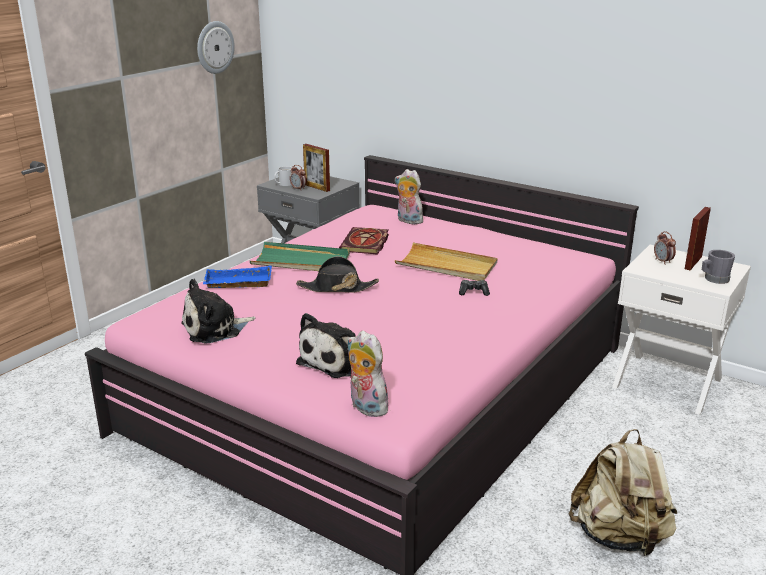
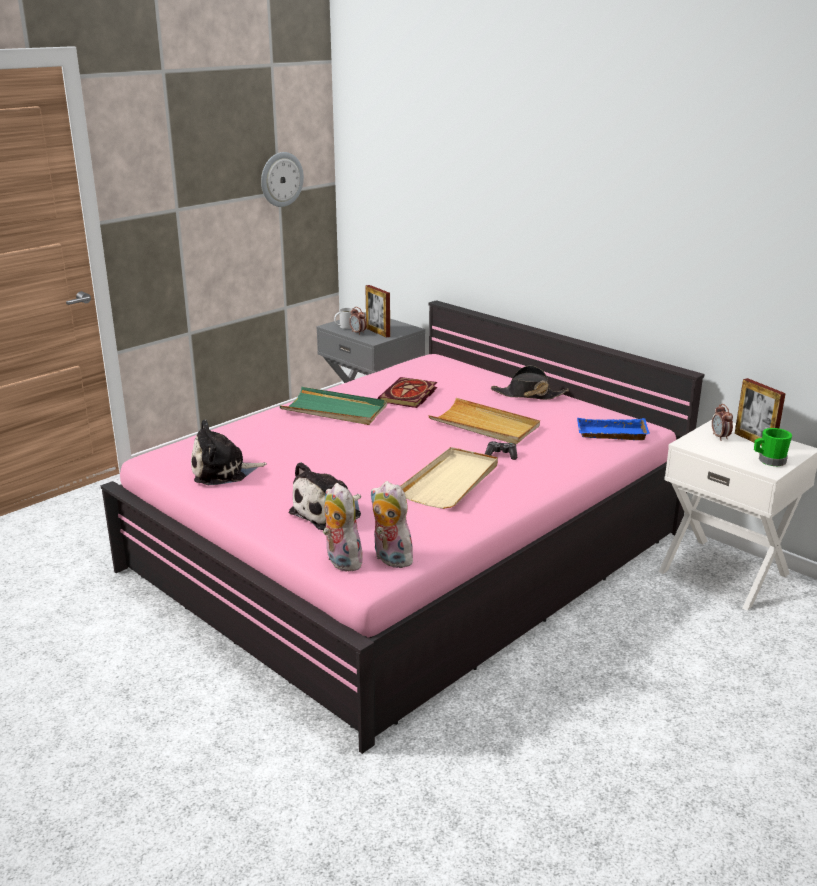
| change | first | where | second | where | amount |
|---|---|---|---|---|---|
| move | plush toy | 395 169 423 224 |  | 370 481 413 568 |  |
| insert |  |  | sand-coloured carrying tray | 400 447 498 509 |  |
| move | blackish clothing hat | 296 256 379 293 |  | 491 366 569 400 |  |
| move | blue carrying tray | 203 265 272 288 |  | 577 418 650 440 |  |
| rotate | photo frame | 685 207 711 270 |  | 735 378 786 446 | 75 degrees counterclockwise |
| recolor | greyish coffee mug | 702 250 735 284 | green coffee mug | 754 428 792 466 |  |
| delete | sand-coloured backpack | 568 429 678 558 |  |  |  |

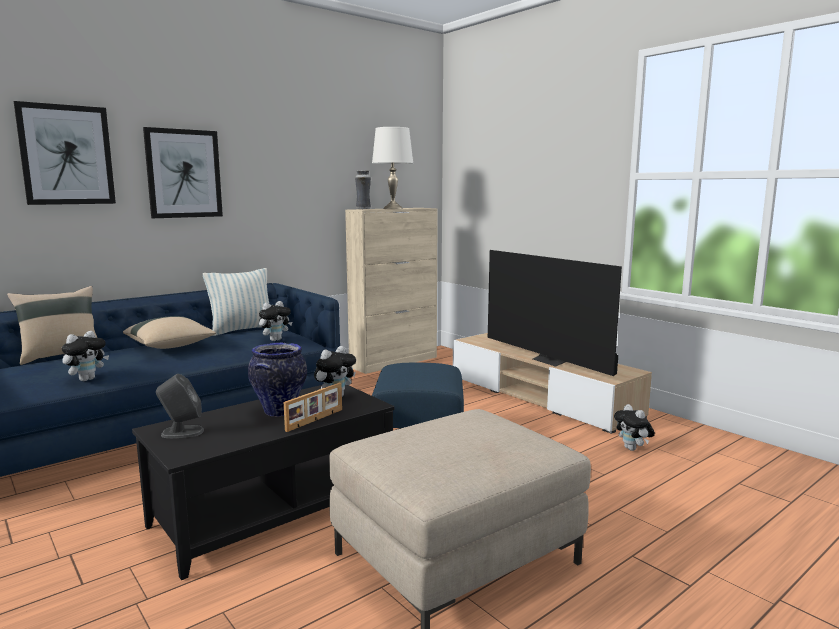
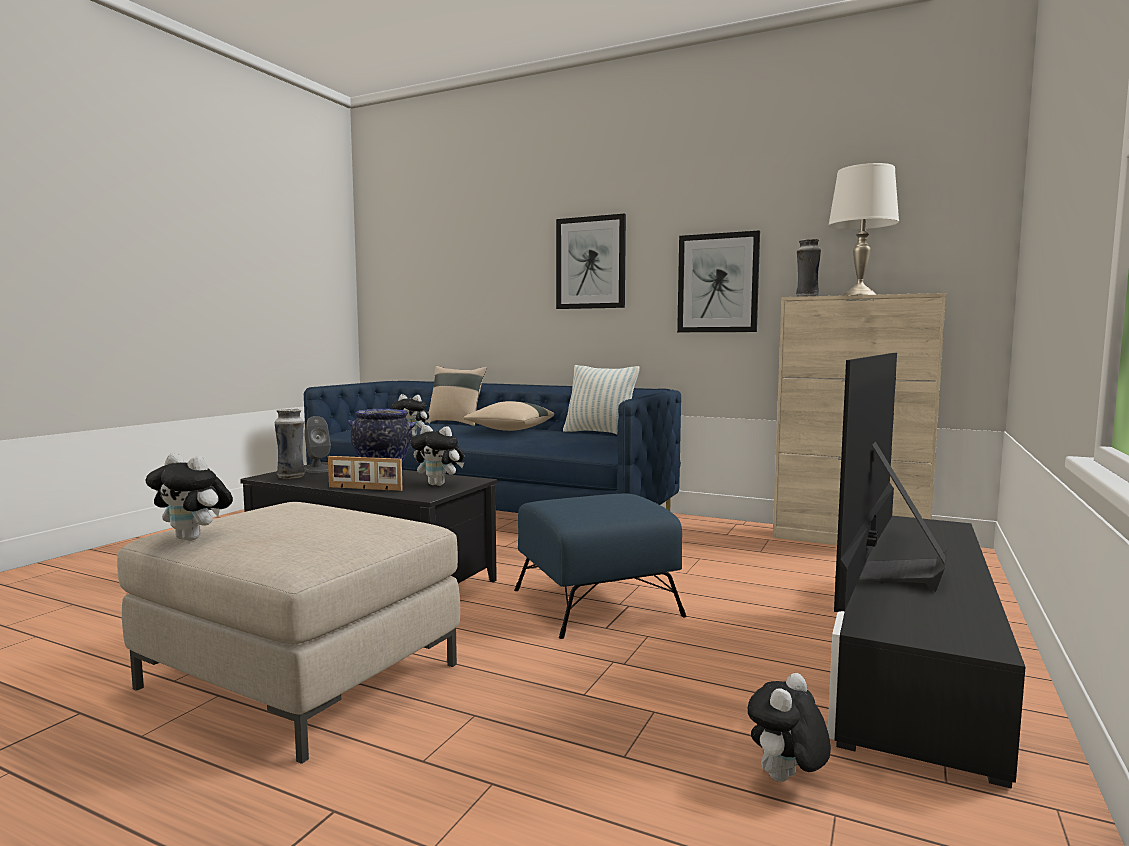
| change | first | where | second | where | amount |
|---|---|---|---|---|---|
| move | plush toy | 259 301 292 341 |  | 146 453 233 541 |  |
| insert |  |  | flower vase | 275 409 305 479 |  |
| move | wall art | 14 101 116 205 |  | 677 231 760 332 |  |
| recolor | sand-coloured media console | 453 333 652 434 | blackish media console | 828 516 1025 789 |  |

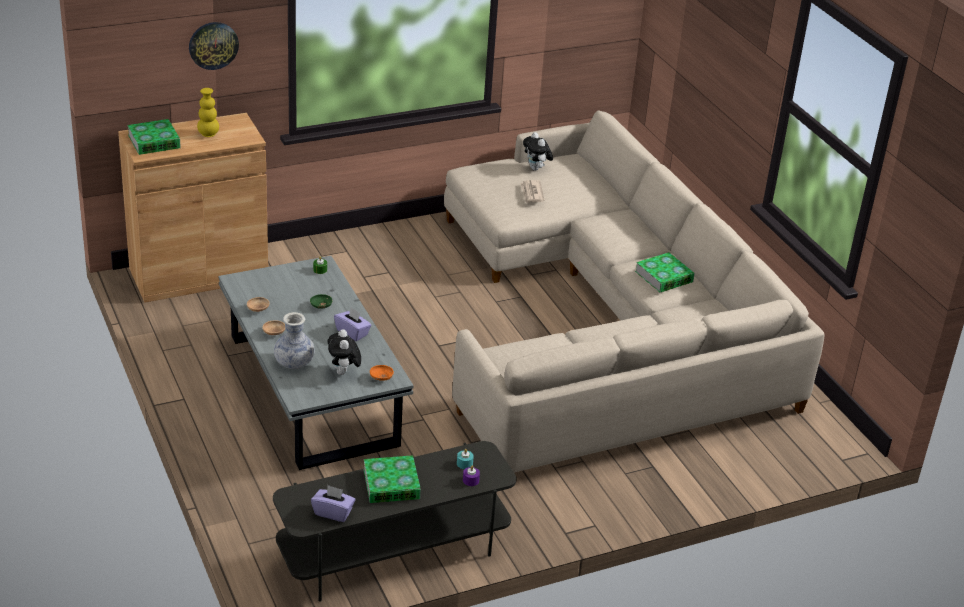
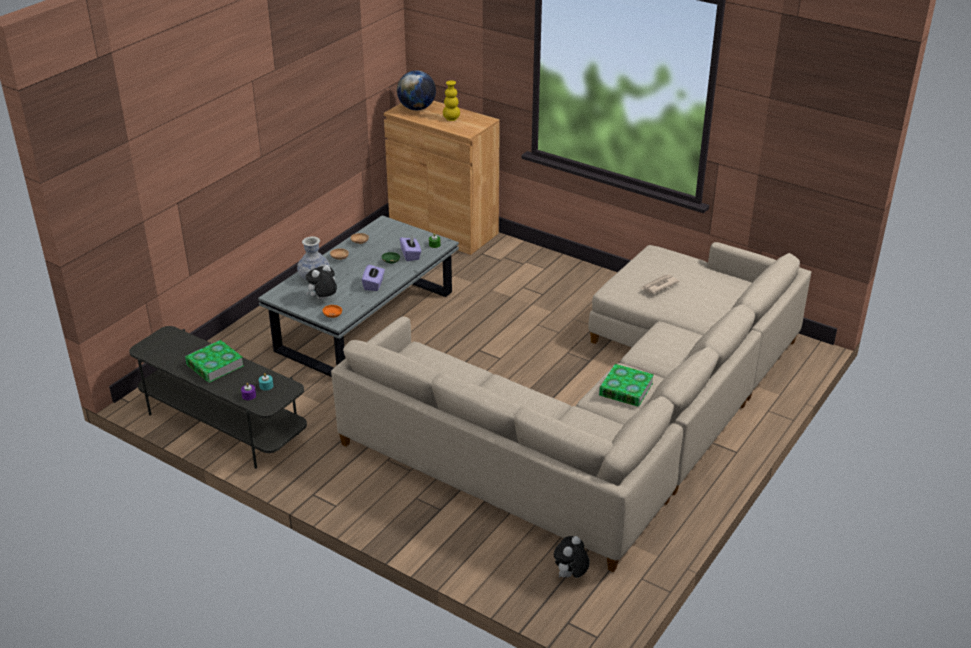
| change | first | where | second | where | amount |
|---|---|---|---|---|---|
| replace | bound book | 127 119 181 155 | globe | 397 70 436 110 |  |
| move | purple-coloured box of tissues | 311 485 355 522 |  | 400 236 421 261 |  |
| move | plush toy | 523 132 553 171 |  | 554 536 590 578 |  |
| delete | hanging clock | 189 22 239 70 |  |  |  |

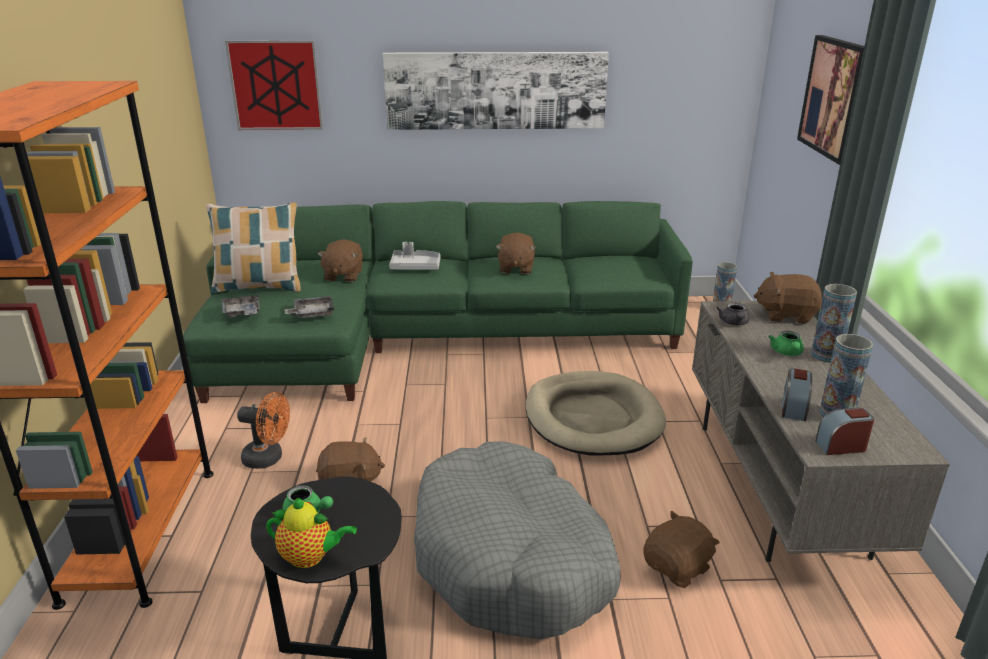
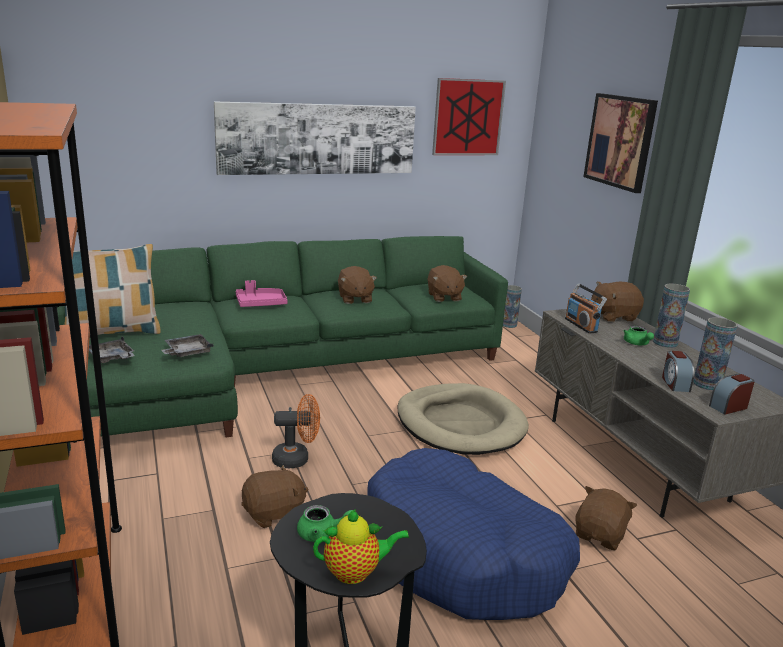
| change | first | where | second | where | amount |
|---|---|---|---|---|---|
| recolor | greyish carrying tray | 389 242 440 270 | pink-coloured carrying tray | 236 280 287 307 |  |
| move | orange electric fan | 237 392 290 469 |  | 272 394 320 468 |  |
| recolor | greyish dog cushion | 414 441 621 639 | blue dog cushion | 367 448 580 620 |  |
| move | brown-coloured plush toy | 317 239 363 282 |  | 428 265 467 302 |  |
| move | wall art | 225 40 323 130 |  | 432 78 506 155 |  |
| replace | greyish teapot | 716 303 749 326 | radio | 565 283 607 334 |  |

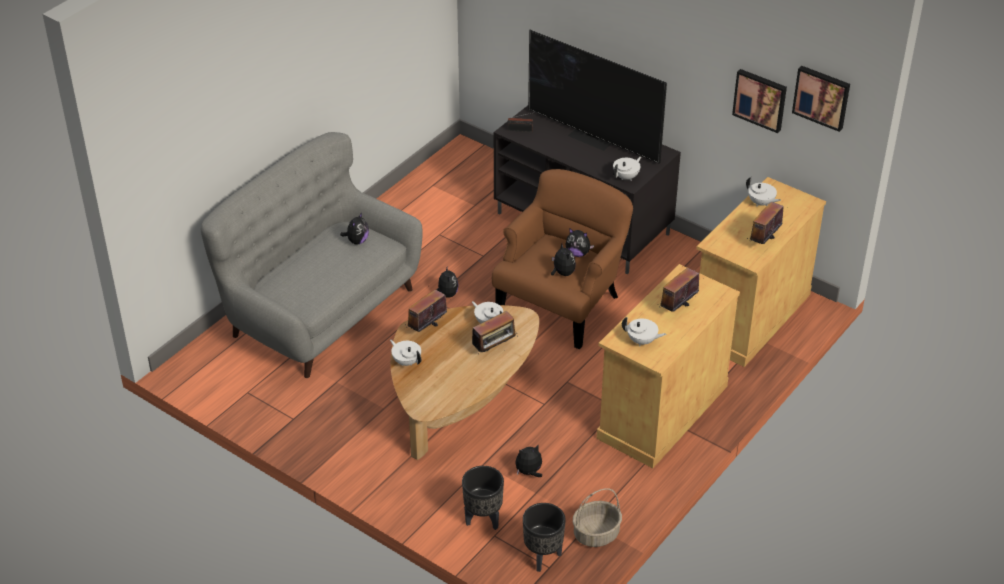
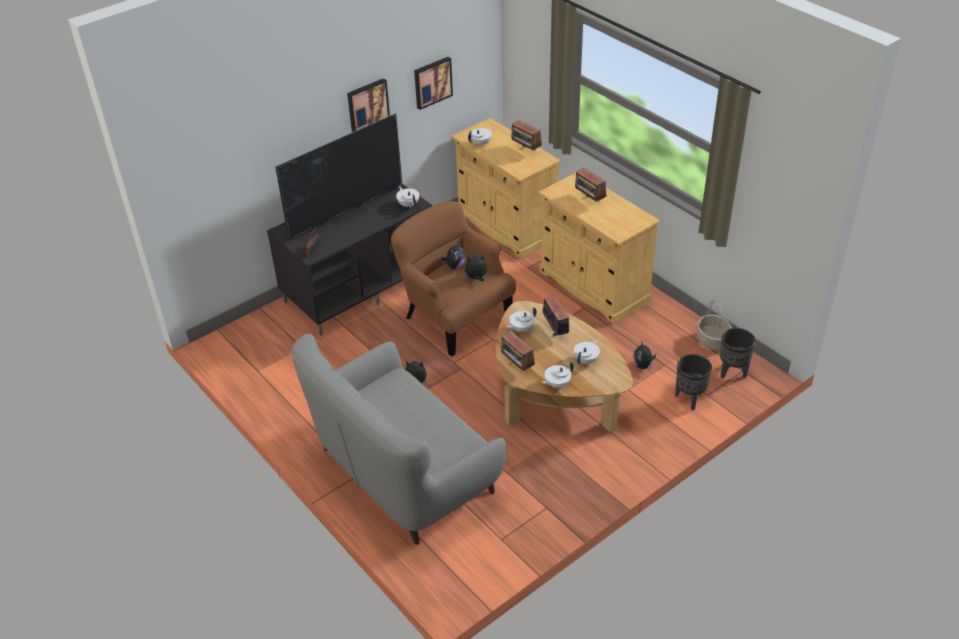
| change | first | where | second | where | amount |
|---|---|---|---|---|---|
| move | wall art | 792 66 850 132 |  | 347 78 390 132 |  |
| move | white teapot | 622 317 667 346 |  | 574 339 600 364 |  |
| delete | plush toy | 340 212 369 245 |  |  |  |

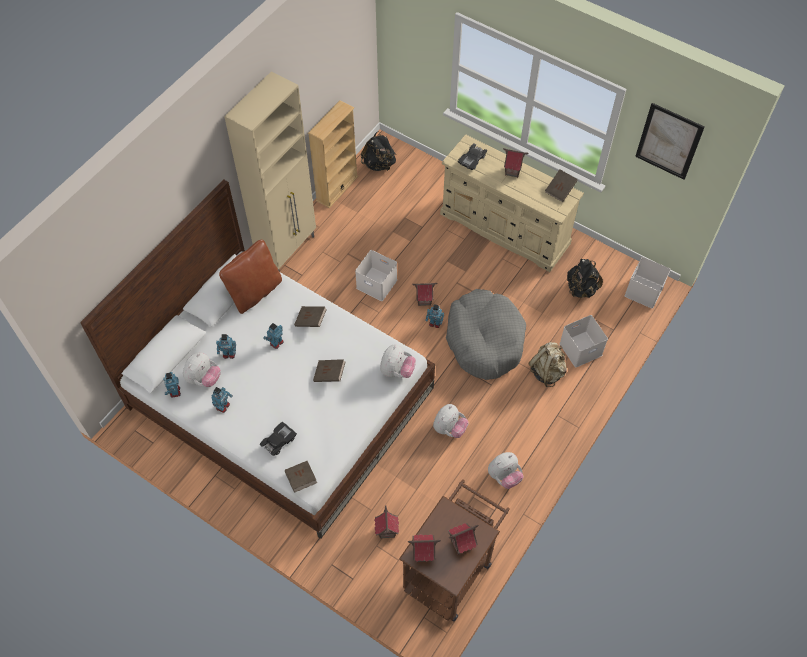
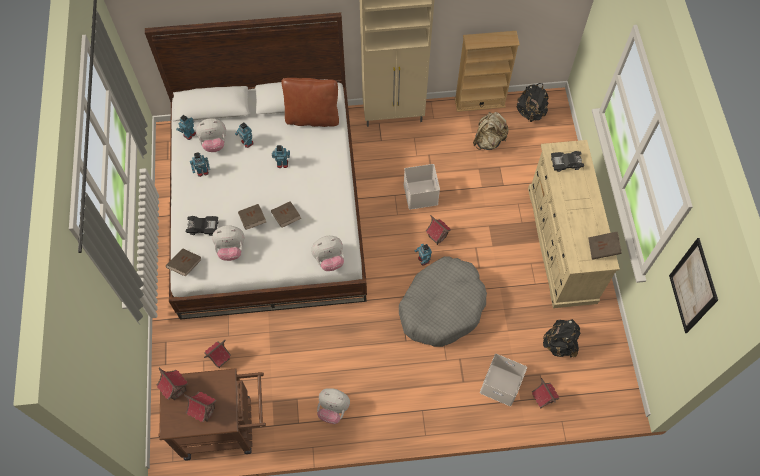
| change | first | where | second | where | amount |
|---|---|---|---|---|---|
| move | plush toy | 433 404 469 438 |  | 212 225 244 261 |  |
| move | brown-coloured bound book | 294 306 327 327 |  | 238 204 266 230 |  |
| move | sand-coloured backpack | 528 342 567 387 |  | 473 112 509 150 |  |
| move | toy house | 503 148 528 178 |  | 532 378 560 409 |  |
| delete | white storage container | 624 257 671 308 |  |  |  |

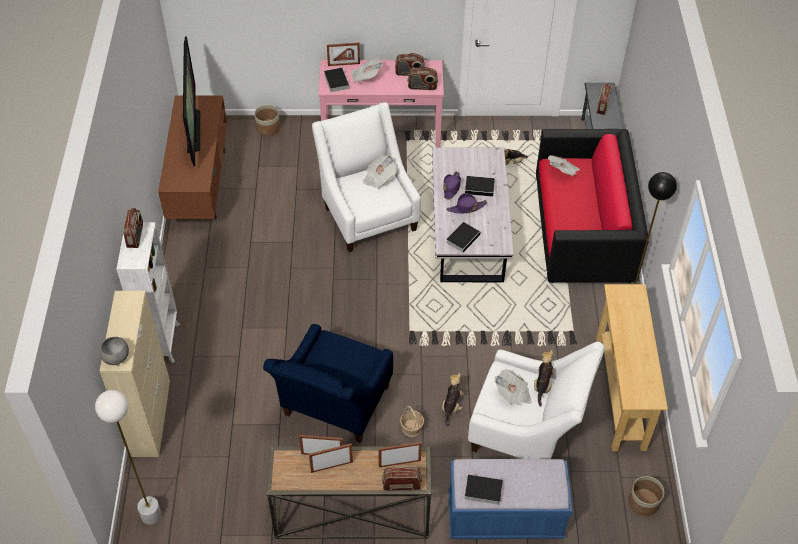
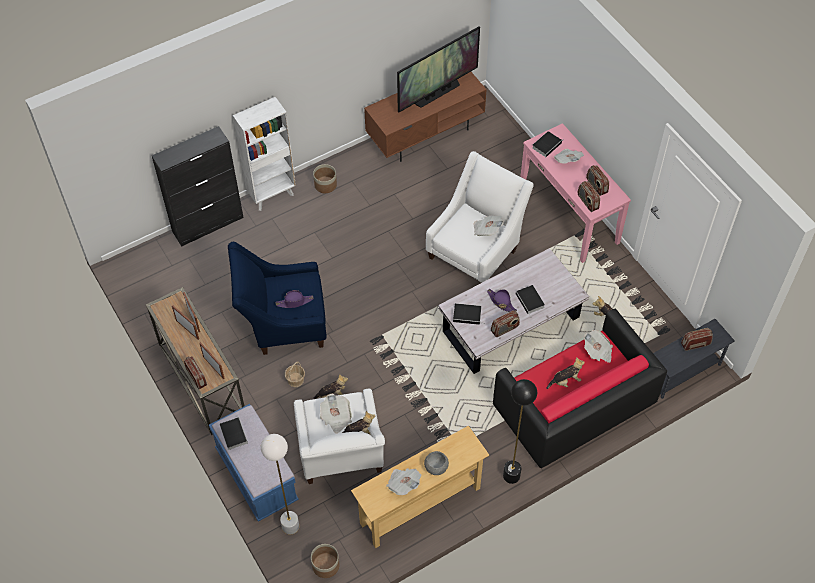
| change | first | where | second | where | amount |
|---|---|---|---|---|---|
| recolor | sand-coloured storage cabinet | 100 291 170 457 | blackish storage cabinet | 152 126 244 247 |  |
| move | white standard lamp | 95 390 162 525 |  | 261 434 299 534 |  |
| move | purple-coloured clothing hat | 443 172 461 200 |  | 276 290 314 308 |  |
| move | planter | 254 105 280 136 |  | 313 164 337 193 |  |
| insert |  |  | newspaper | 386 468 422 495 |  |
| move | greyish deep dish | 99 337 129 365 |  | 424 451 449 475 |  |
| move | radio | 123 208 143 248 |  | 491 311 520 337 |  |
| insert |  |  | plush toy | 546 357 585 389 |  |
| delete | photo frame | 327 43 360 66 |  |  |  |

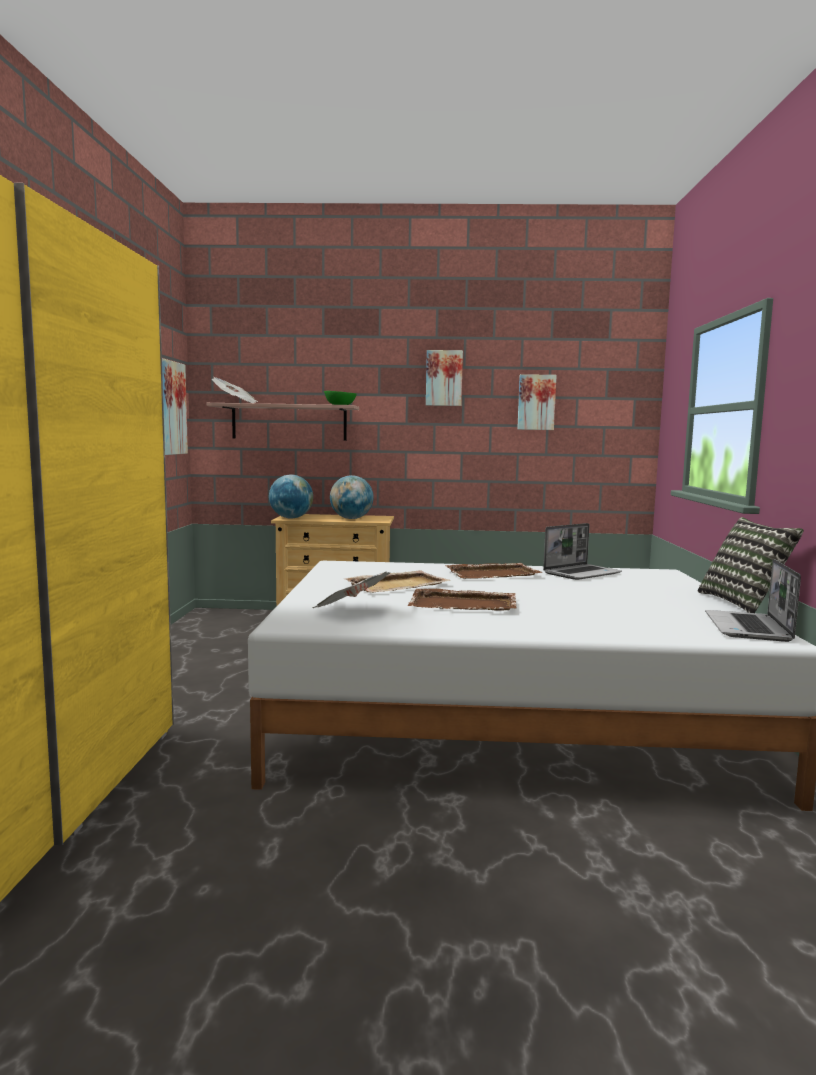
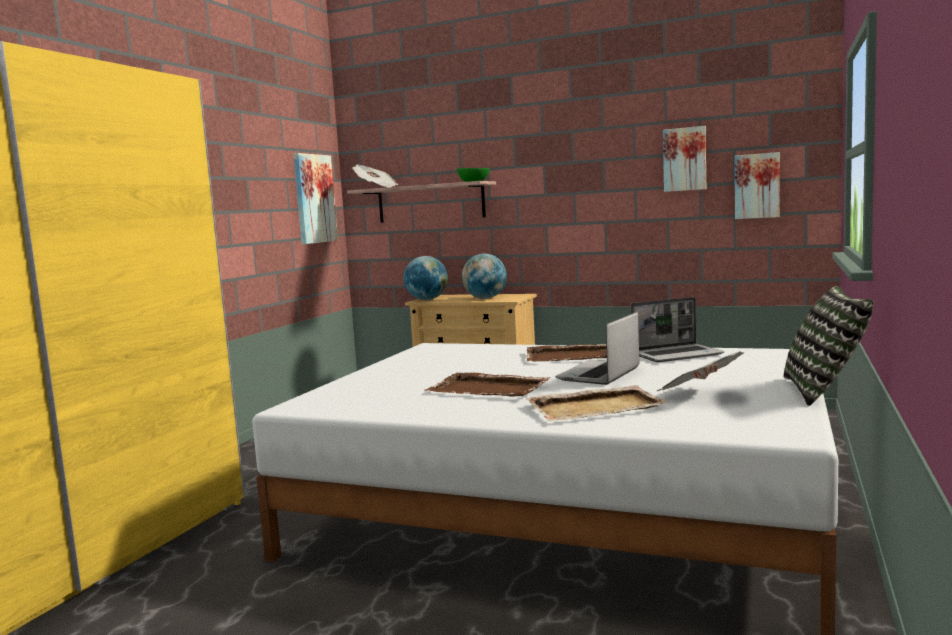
| change | first | where | second | where | amount |
|---|---|---|---|---|---|
| move | sand-coloured carrying tray | 344 570 450 593 |  | 526 385 669 421 |  |
| move | portable computer | 705 559 801 642 |  | 555 312 639 385 |  |
| move | newspaper | 313 571 390 608 |  | 657 351 744 391 |  |
| move | wall art | 426 350 463 406 |  | 735 152 780 219 |  |

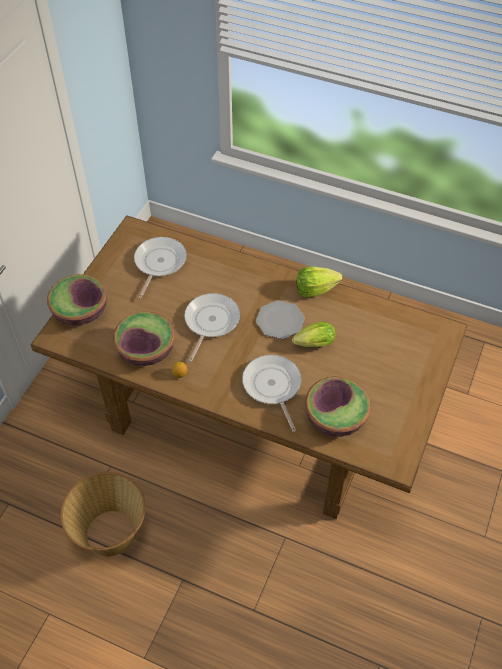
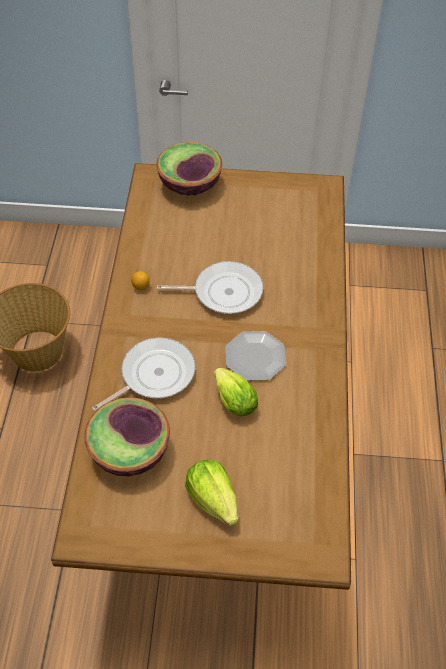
| change | first | where | second | where | amount |
|---|---|---|---|---|---|
| move | lettuce head | 296 267 343 297 |  | 185 460 238 526 |  |
| delete | deep dish | 113 312 175 366 |  |  |  |
| delete | frying pan | 134 237 187 299 |  |  |  |

